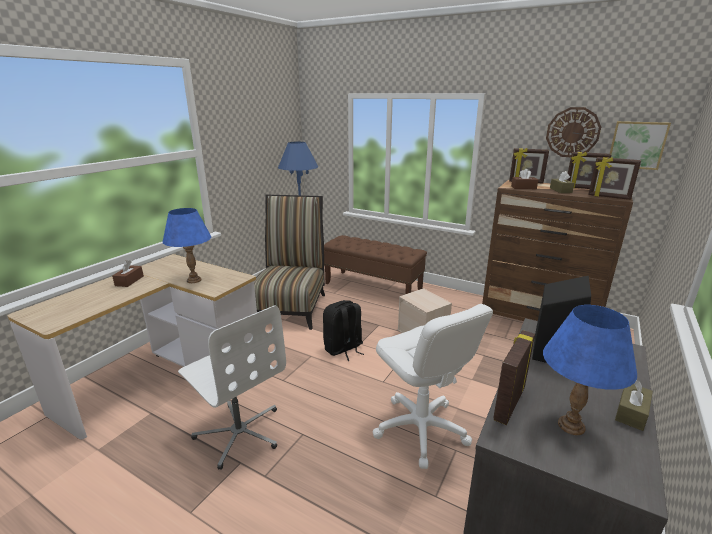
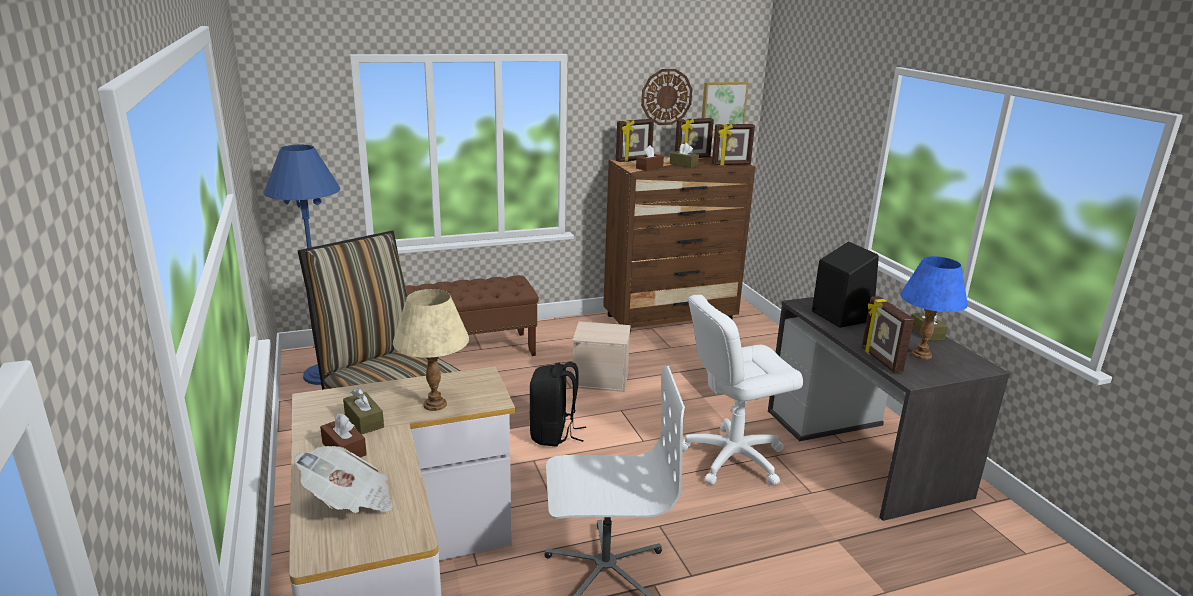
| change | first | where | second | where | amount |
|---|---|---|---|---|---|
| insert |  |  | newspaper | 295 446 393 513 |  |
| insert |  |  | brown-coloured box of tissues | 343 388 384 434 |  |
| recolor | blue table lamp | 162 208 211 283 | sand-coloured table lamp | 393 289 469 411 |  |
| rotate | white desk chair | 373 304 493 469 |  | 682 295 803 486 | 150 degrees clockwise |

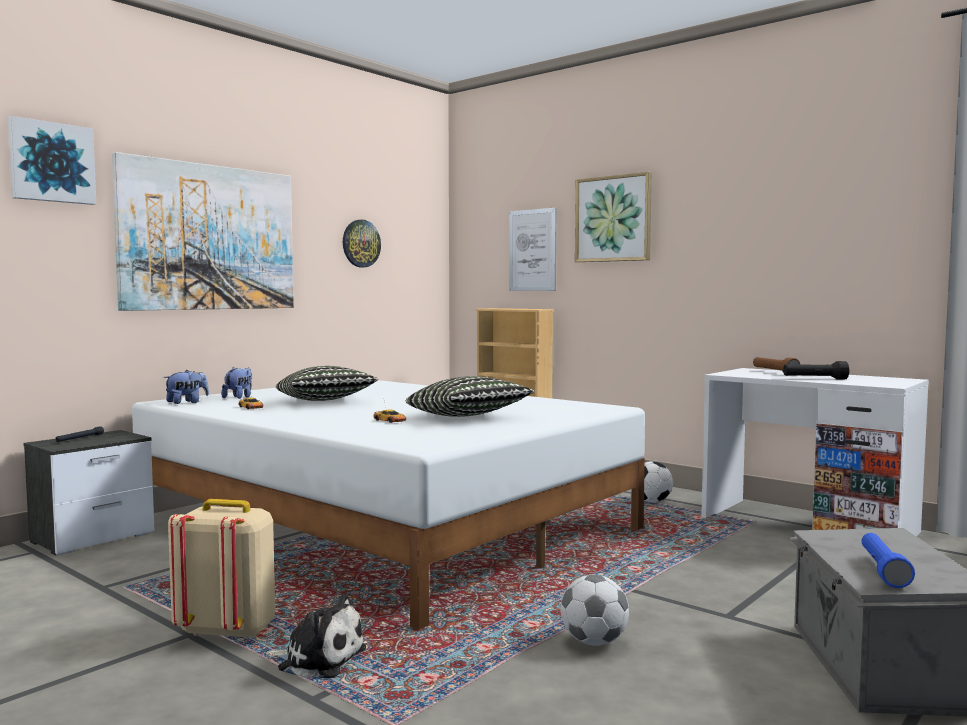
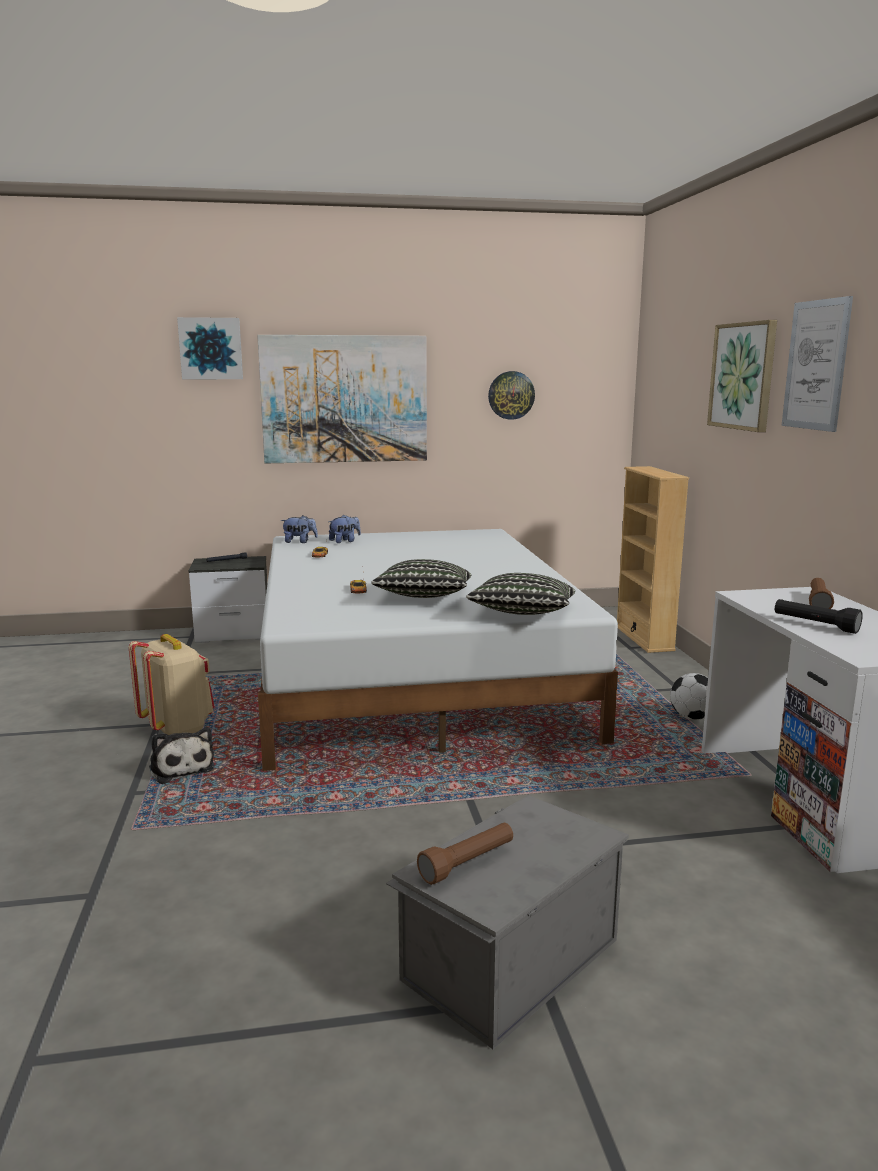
| change | first | where | second | where | amount |
|---|---|---|---|---|---|
| recolor | blue torch | 861 533 915 588 | brown-coloured torch | 417 822 513 885 |  |
| move | pillow | 276 366 378 401 |  | 466 573 575 615 |  |
| move | wall art | 509 208 556 291 |  | 782 296 853 432 |  |
| delete | football | 561 575 629 646 |  |  |  |

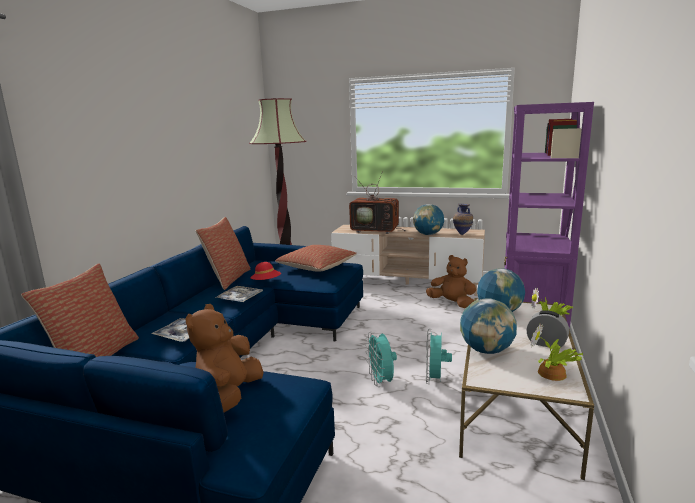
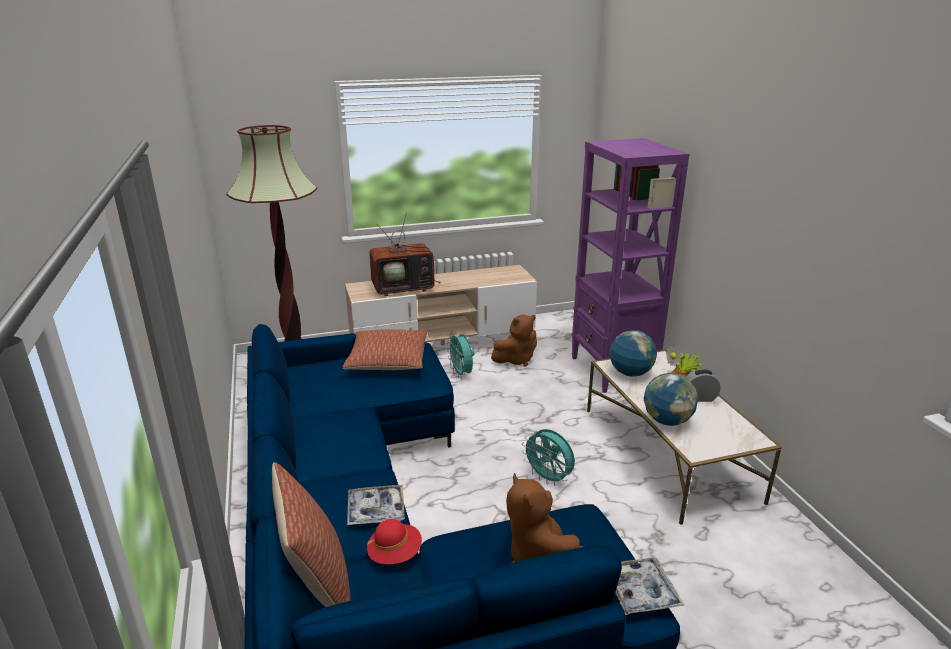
| change | first | where | second | where | amount |
|---|---|---|---|---|---|
| move | red-coloured clothing hat | 250 262 281 280 |  | 367 519 422 564 |  |
| move | turquoise electric fan | 426 329 452 384 |  | 447 333 475 378 |  |
| rotate | brown-coloured plush toy | 426 255 476 308 |  | 491 315 537 367 | 150 degrees clockwise |
| move | carrying tray | 215 286 263 302 |  | 615 557 685 615 |  |
| delete | pillow | 196 217 250 290 |  |  |  |
| delete | globe | 413 204 444 235 |  |  |  |
| delete | flower vase | 453 204 473 235 |  |  |  |
| delete | houseplant | 530 324 583 381 |  |  |  |

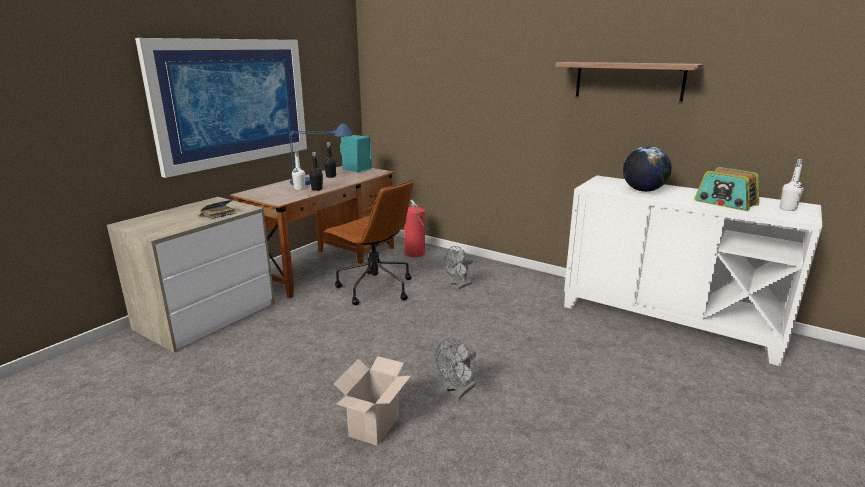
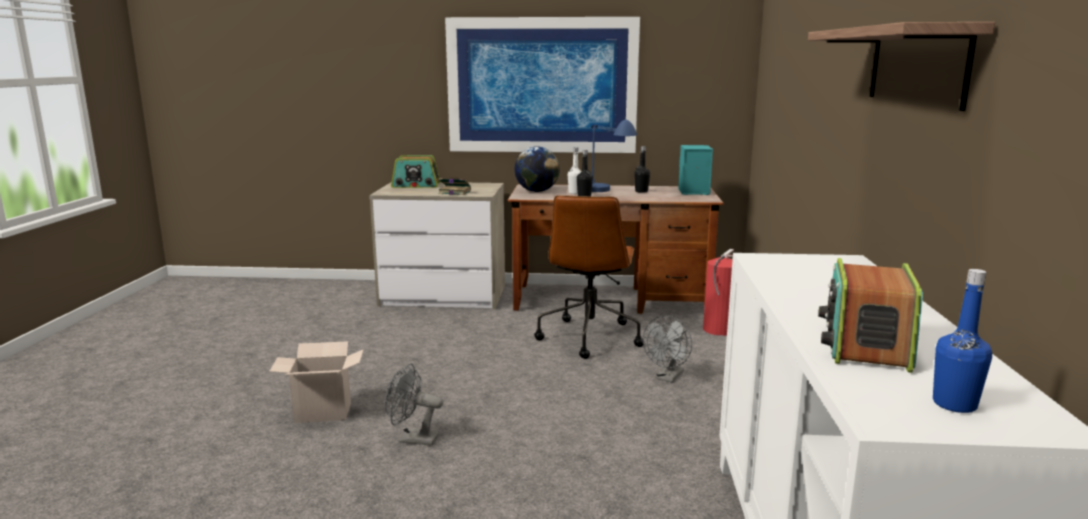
| change | first | where | second | where | amount |
|---|---|---|---|---|---|
| insert |  |  | radio | 391 155 440 188 |  |
| move | globe | 623 146 672 192 |  | 514 146 560 192 |  |
| rotate | greyish electric fan | 444 246 473 289 |  | 643 316 692 383 | 75 degrees counterclockwise |
| recolor | white drink bottle | 780 159 804 211 | blue drink bottle | 933 269 992 413 |  |

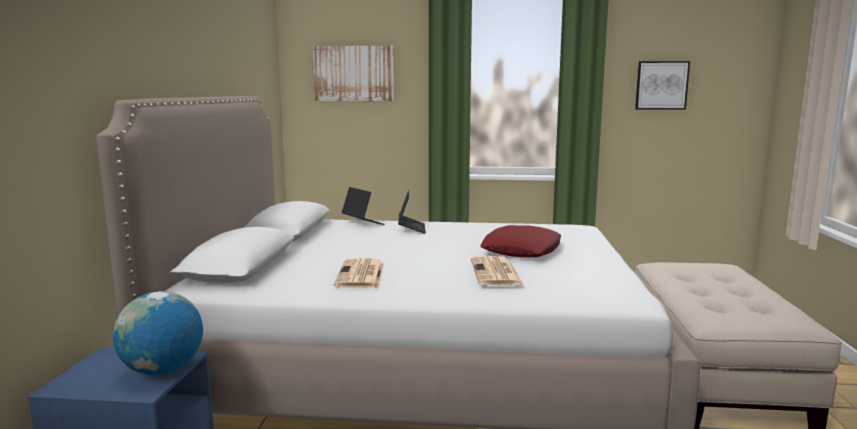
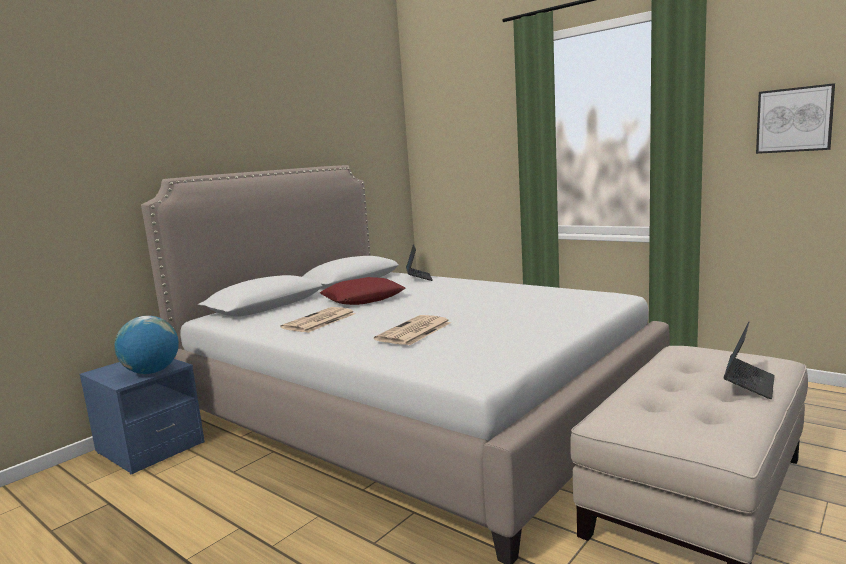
| change | first | where | second | where | amount |
|---|---|---|---|---|---|
| move | red-coloured pillow | 480 225 561 257 |  | 320 277 405 305 |  |
| move | portable computer | 398 190 426 233 |  | 724 322 775 399 |  |
| delete | wall art | 313 46 394 101 |  |  |  |

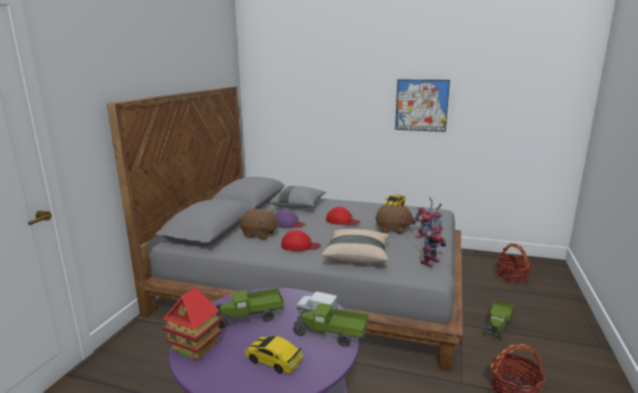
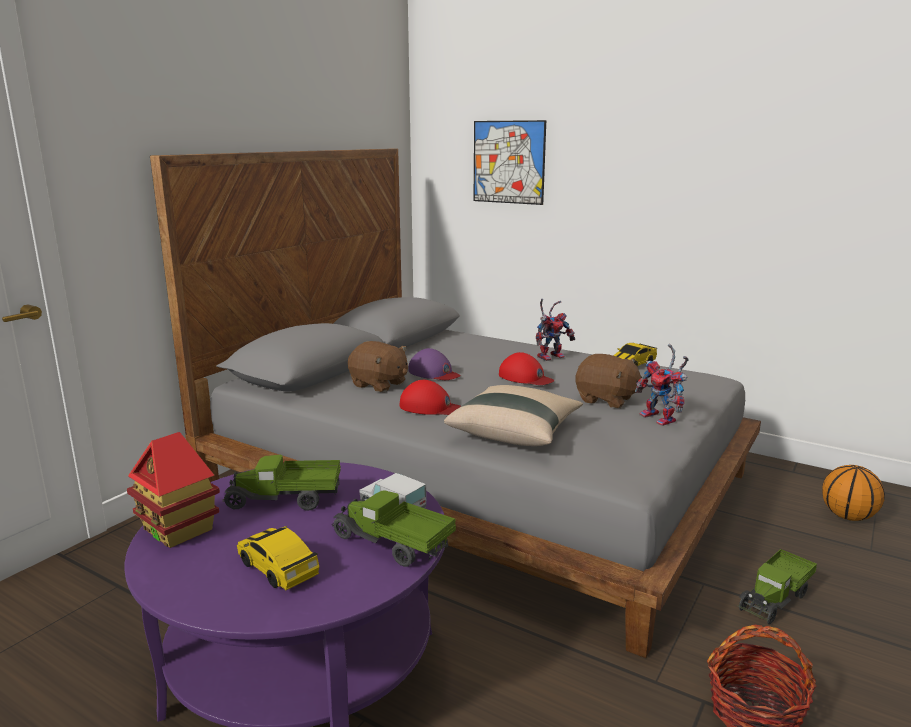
| change | first | where | second | where | amount |
|---|---|---|---|---|---|
| move | wall art | 395 80 450 132 |  | 474 120 546 205 |  |
| move | model robot | 421 217 446 267 |  | 536 299 575 361 |  |
| replace | household basket | 496 243 533 283 | basketball ball | 822 465 885 521 |  |
| delete | greyish pillow | 269 186 326 208 |  |  |  |

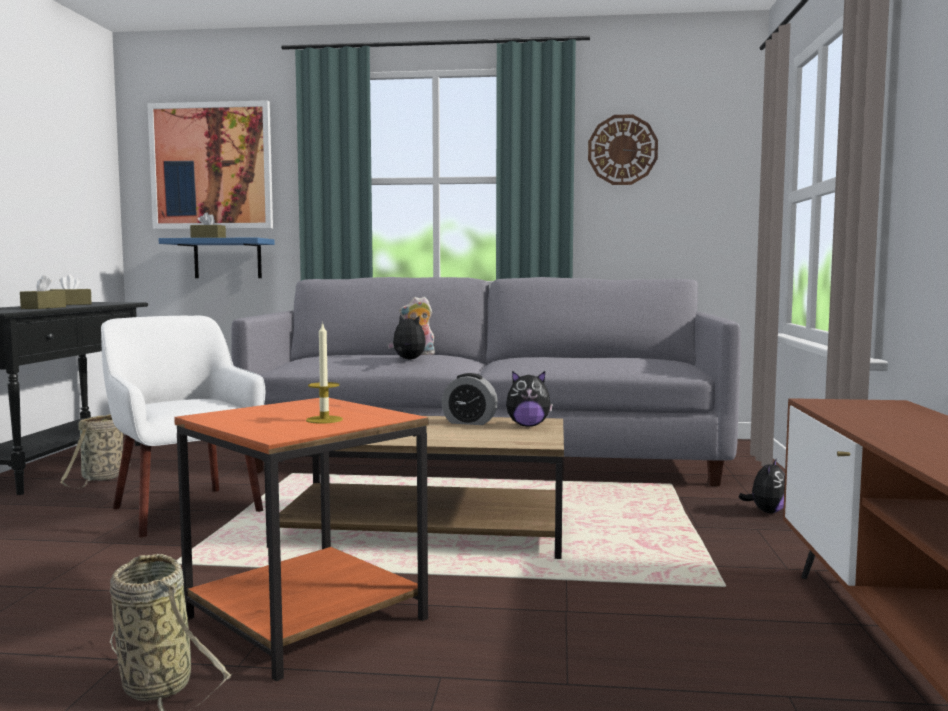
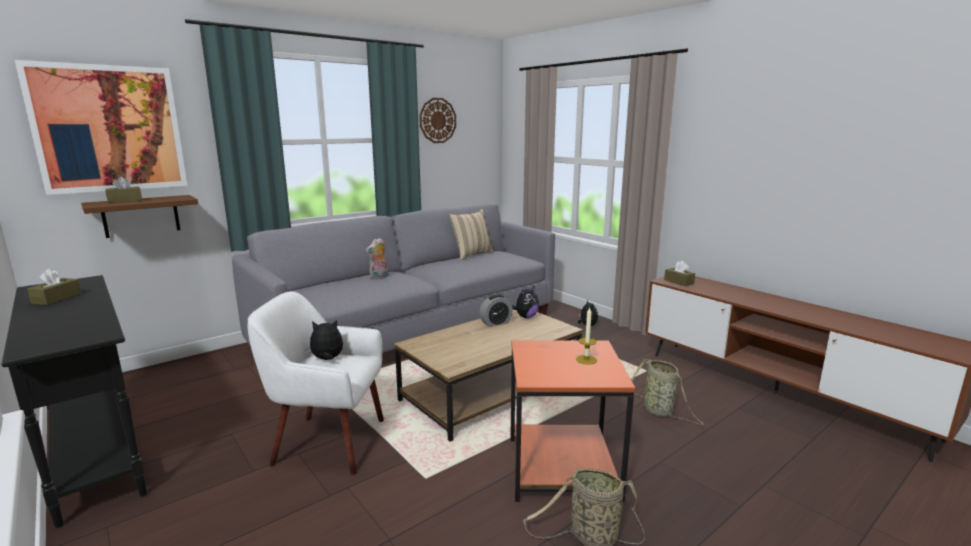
| change | first | where | second | where | amount |
|---|---|---|---|---|---|
| recolor | blue wall shelf | 159 238 275 278 | brown-coloured wall shelf | 81 195 198 238 |  |
| move | plush toy | 387 315 426 360 |  | 305 320 343 360 |  |
| insert |  |  | sand-coloured pillow | 449 209 493 260 |  |
| move | household basket | 60 414 131 489 |  | 623 359 704 425 |  |
| move | brown-coloured box of tissues | 20 275 66 309 |  | 664 261 695 286 |  |

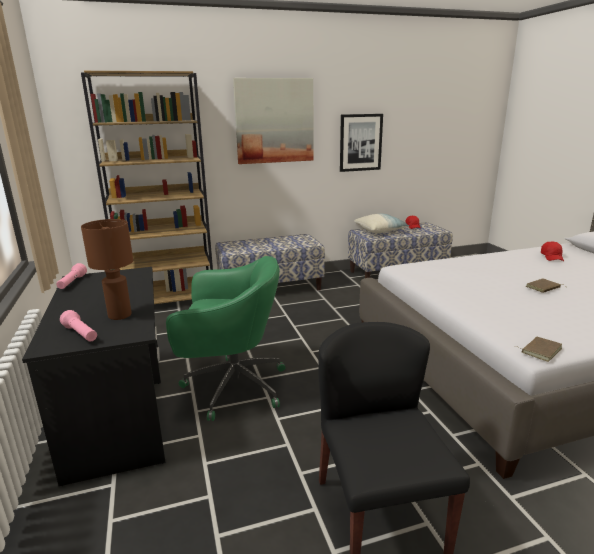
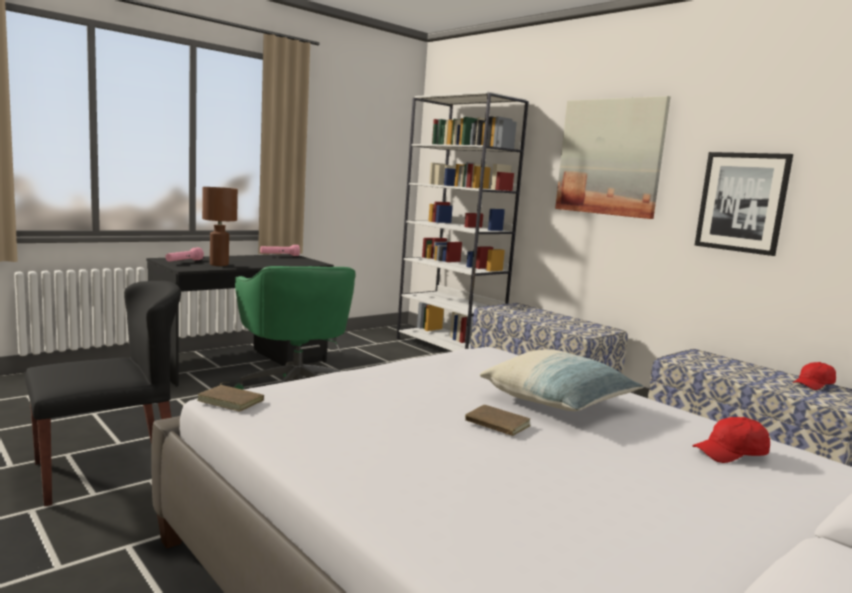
| change | first | where | second | where | amount |
|---|---|---|---|---|---|
| recolor | brown-coloured bookcase | 81 71 213 304 | white bookcase | 397 91 529 351 |  |
| move | pillow | 354 214 410 233 |  | 480 349 644 411 |  |

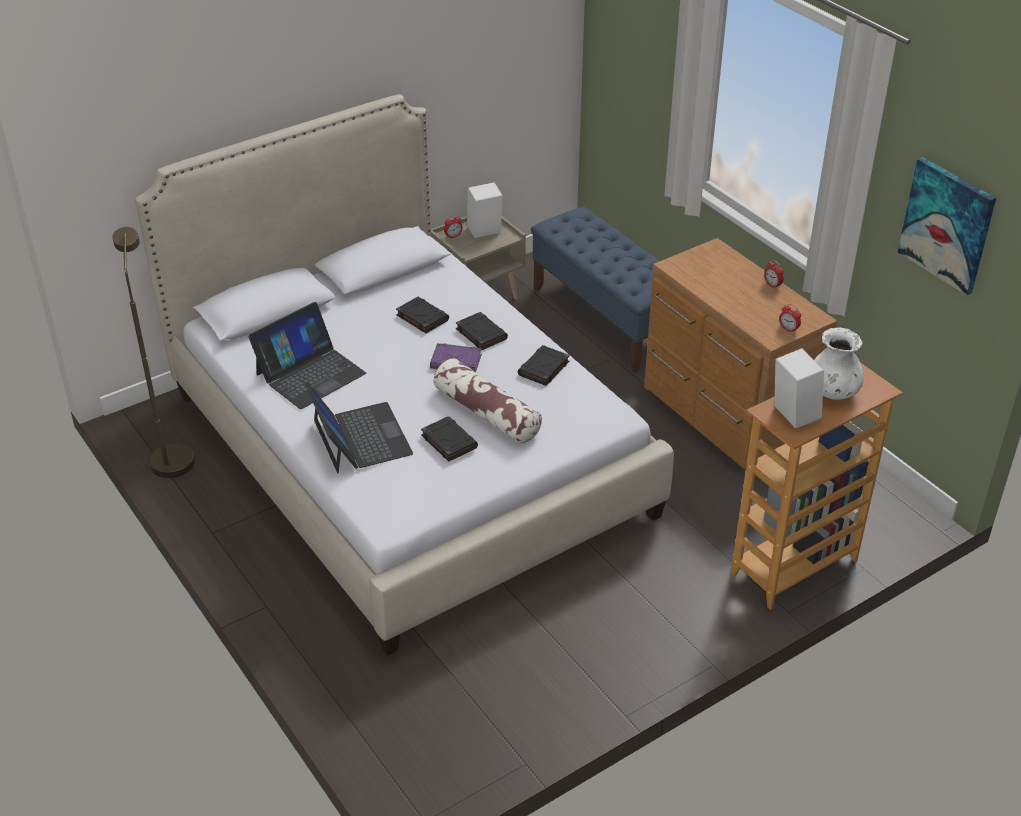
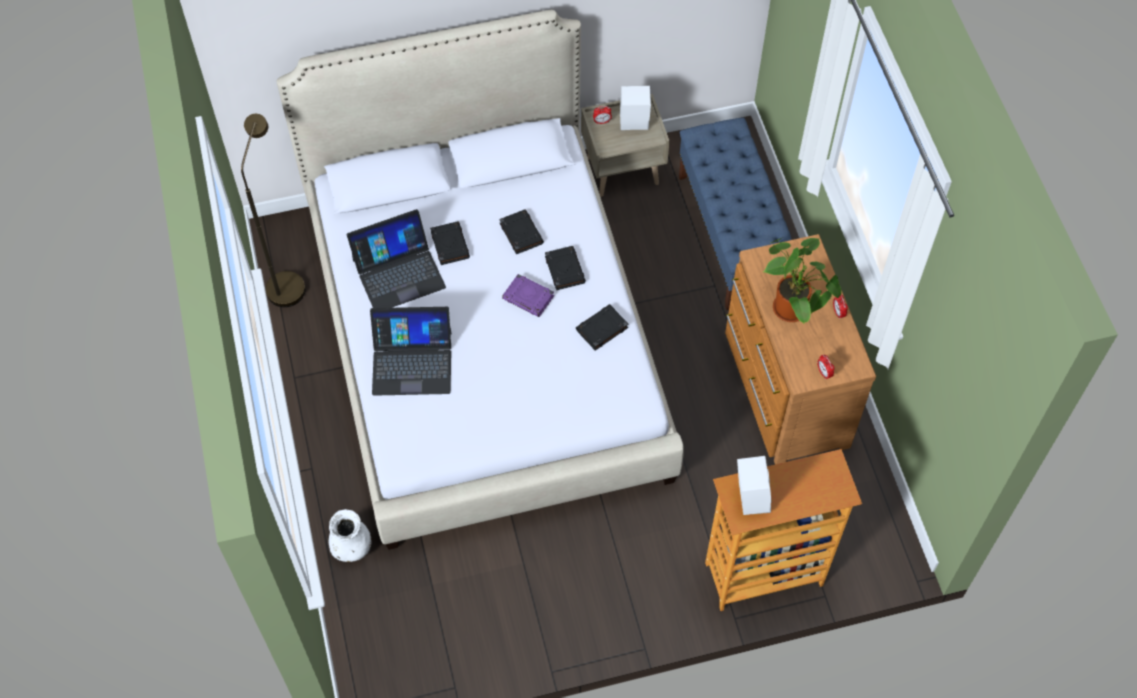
| change | first | where | second | where | amount |
|---|---|---|---|---|---|
| move | white flower vase | 814 327 863 400 |  | 329 509 371 562 |  |
| rotate | portable computer | 304 382 413 473 |  | 370 307 451 396 | 90 degrees clockwise |
| move | blackish bound book | 421 416 478 462 |  | 430 221 470 265 |  |
| insert |  |  | houseplant | 763 238 842 324 |  |
| delete | pillow | 434 358 542 444 |  |  |  |
| delete | wall art | 898 157 996 295 |  |  |  |

